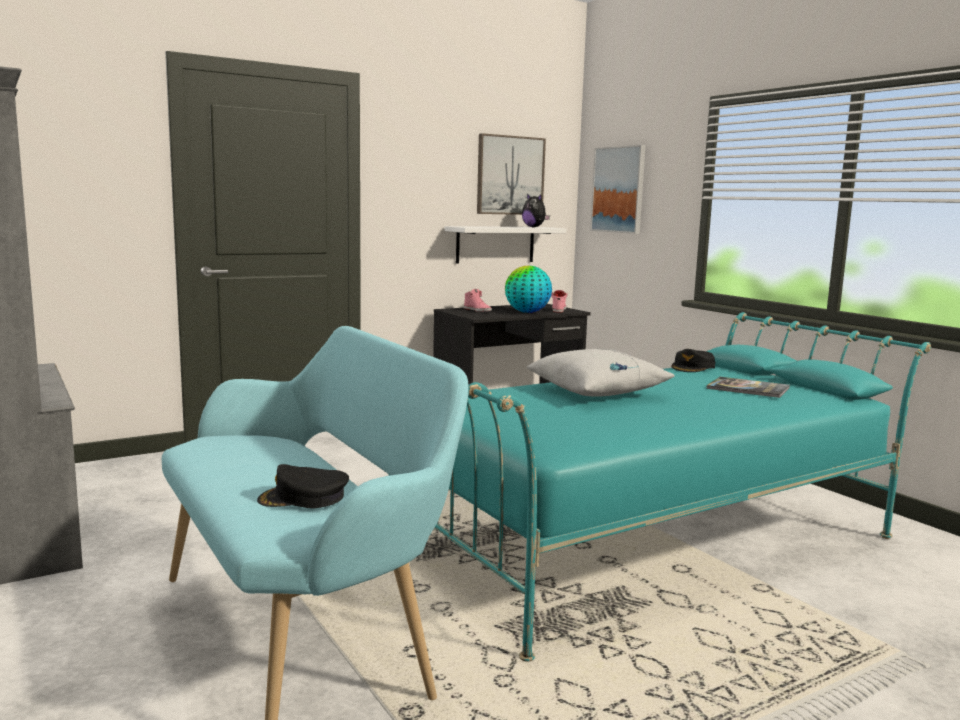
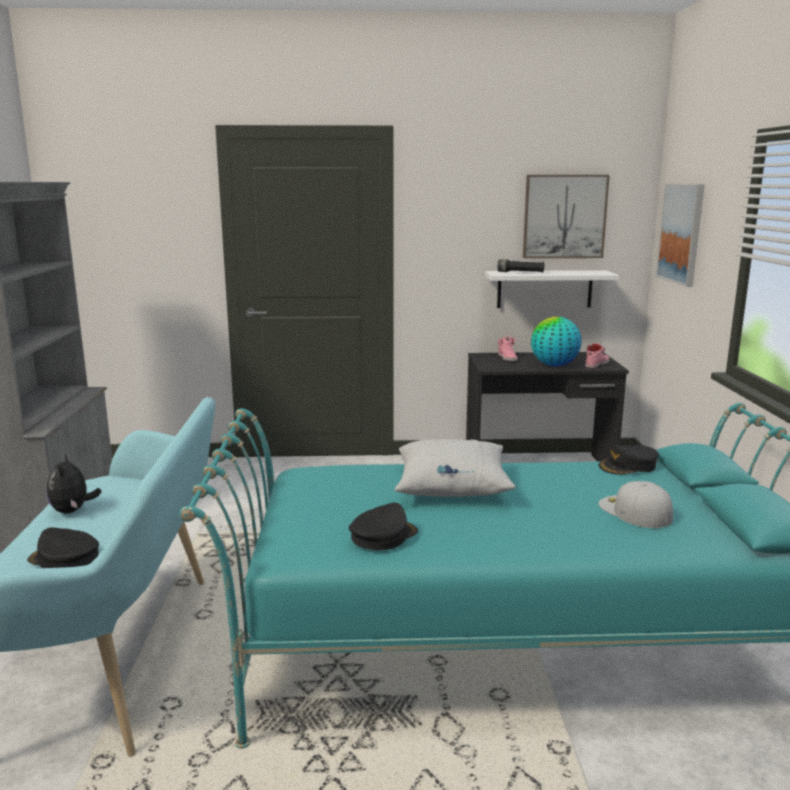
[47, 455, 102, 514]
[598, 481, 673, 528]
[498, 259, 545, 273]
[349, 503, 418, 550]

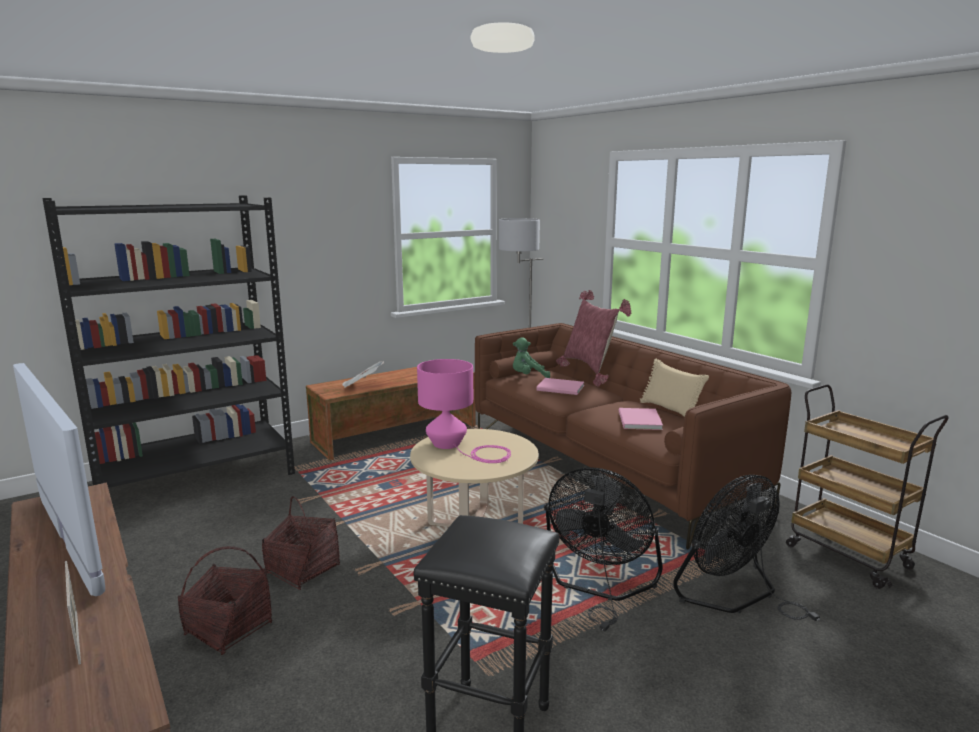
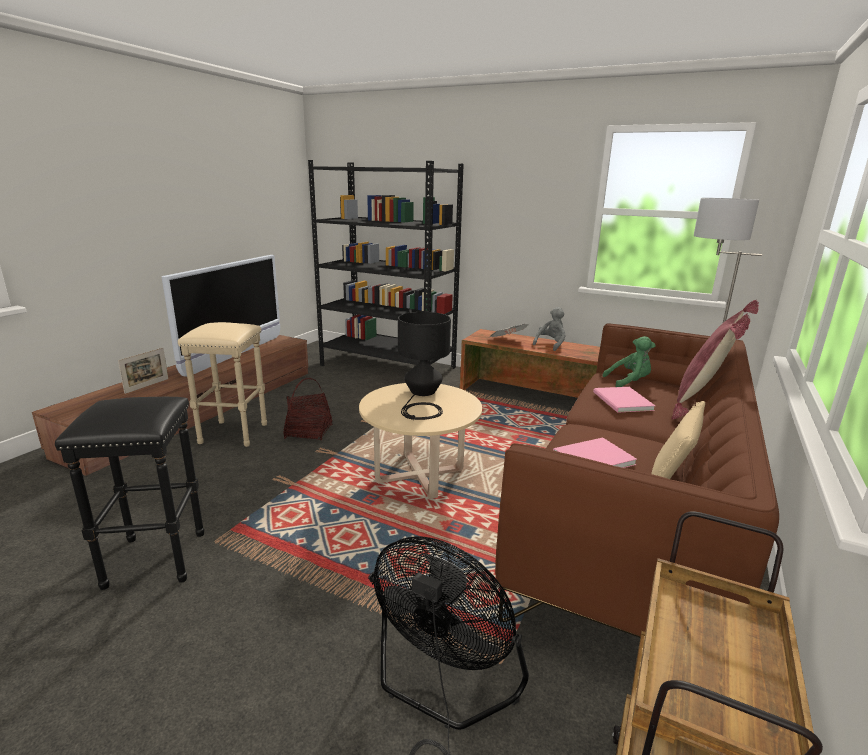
[602, 336, 655, 387]
[398, 312, 451, 420]
[544, 468, 663, 631] (first image)
[178, 322, 267, 447]
[533, 307, 566, 351]

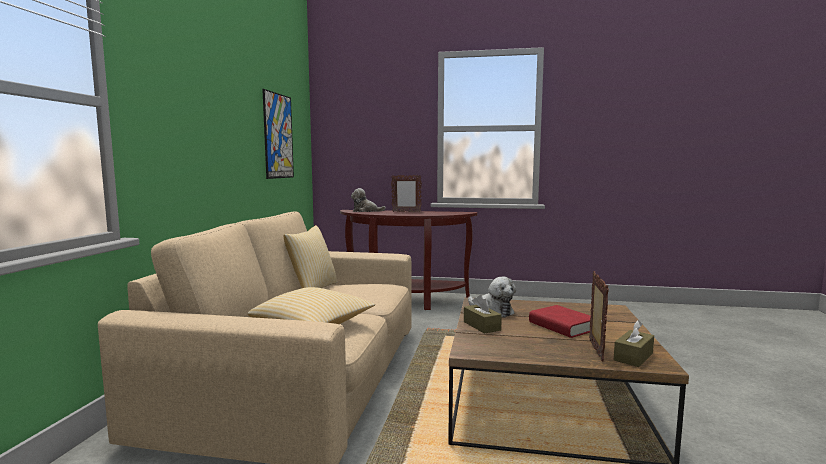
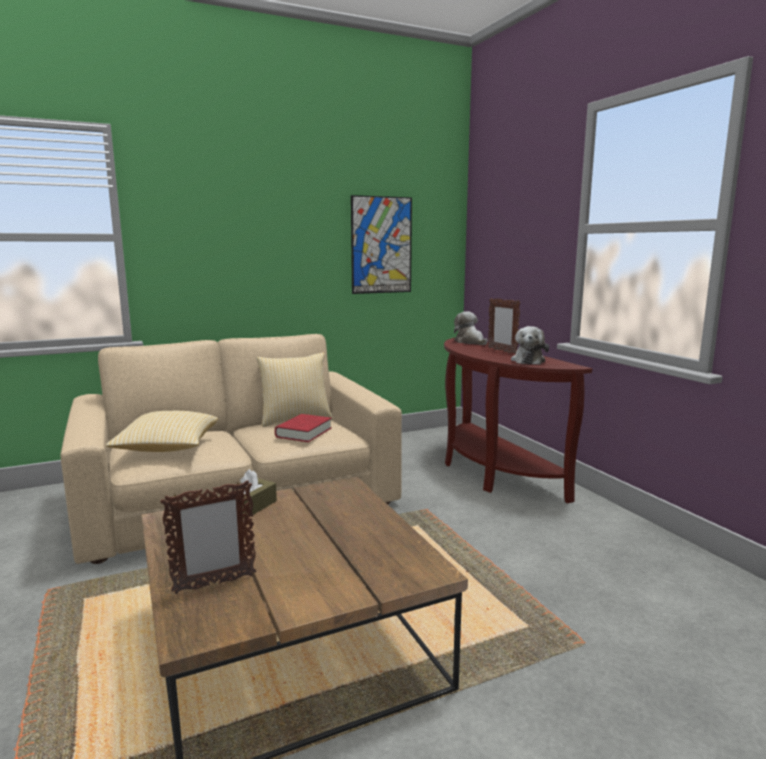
[511, 326, 549, 365]
[275, 414, 332, 442]
[614, 320, 654, 367] (first image)

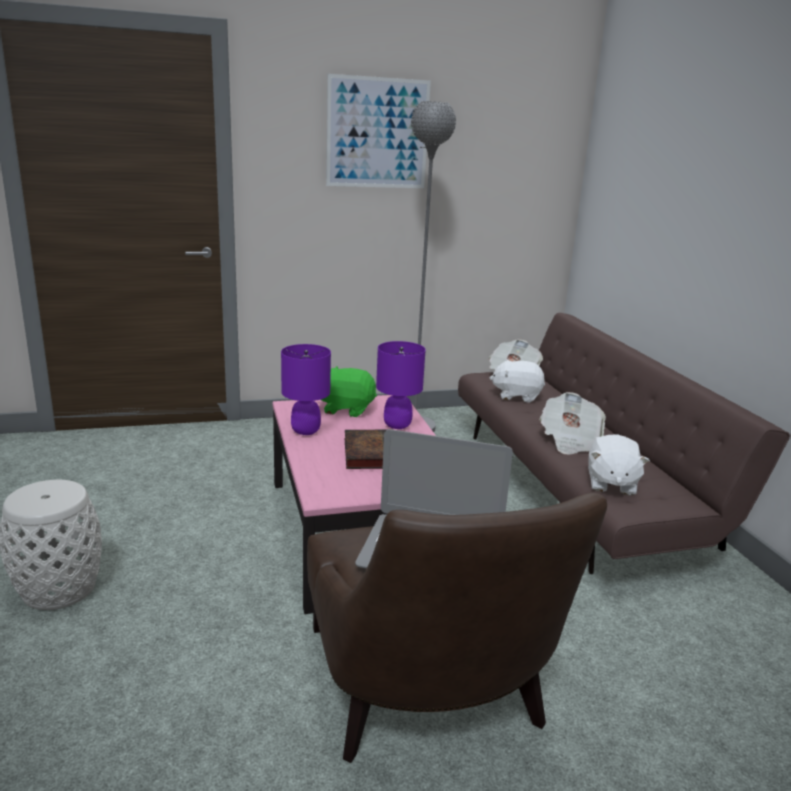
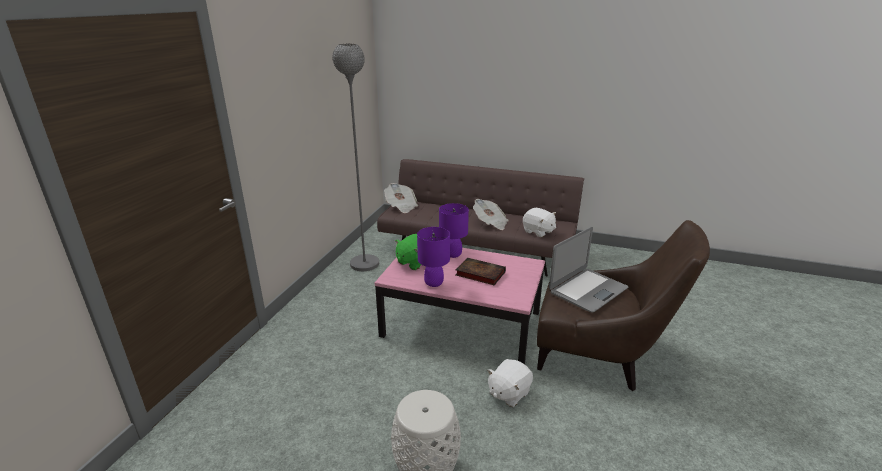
[326, 74, 431, 188] (first image)
[487, 359, 533, 407]

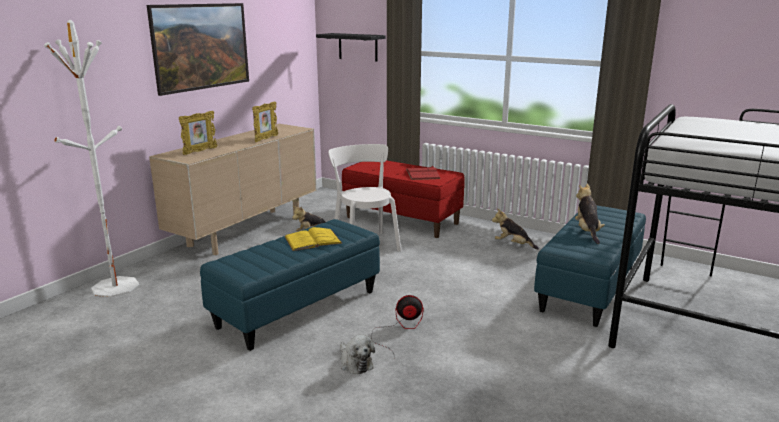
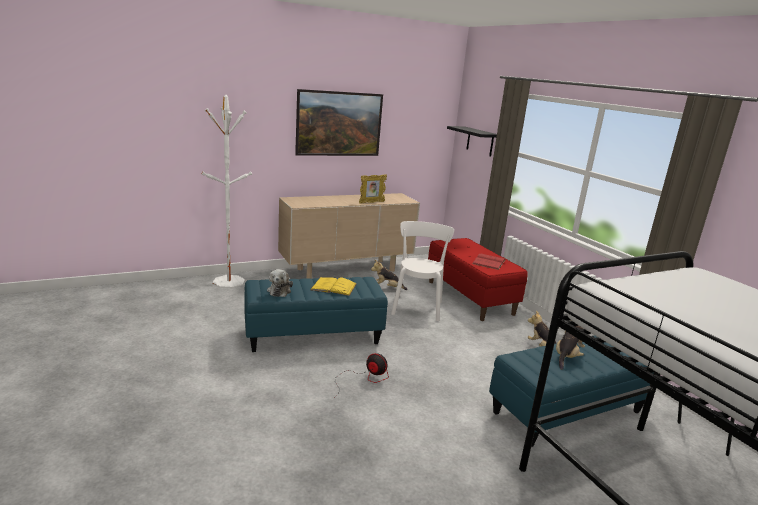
[179, 111, 217, 155] (first image)
[267, 269, 293, 297]

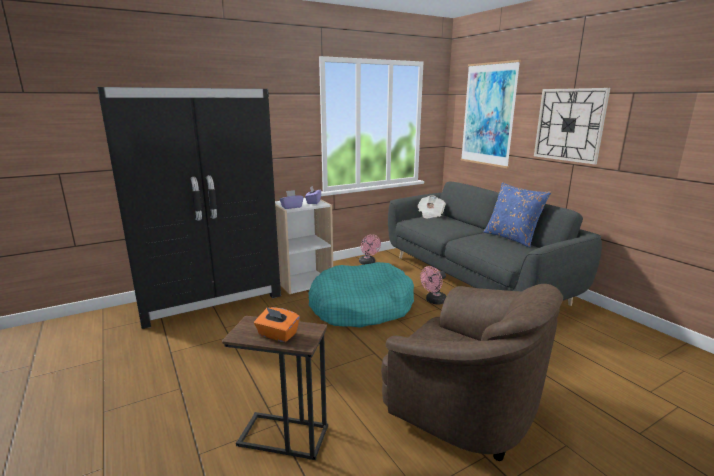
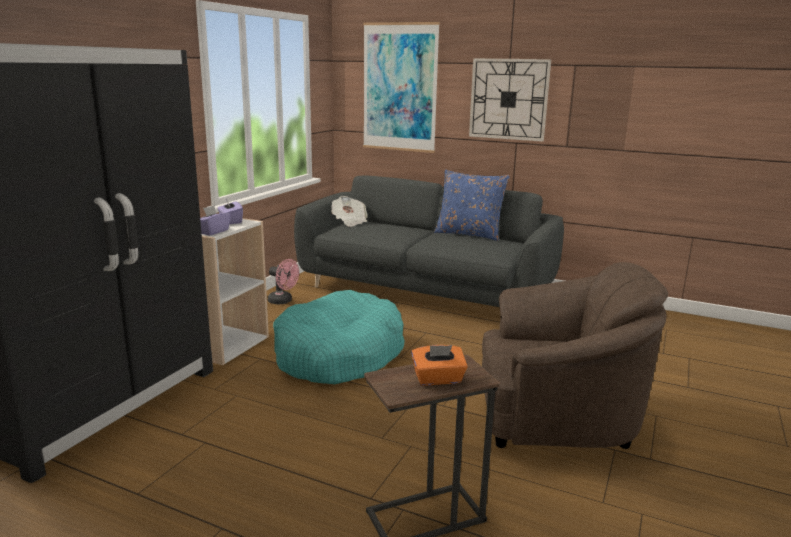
[420, 266, 446, 304] (first image)

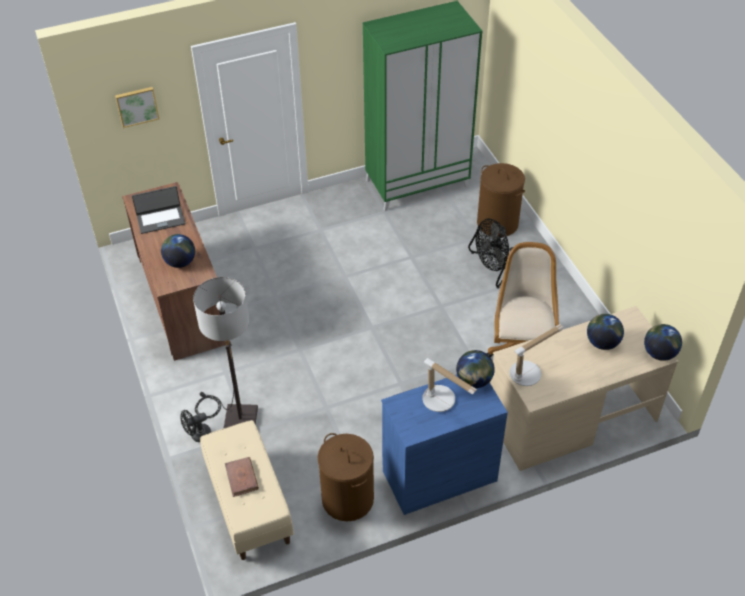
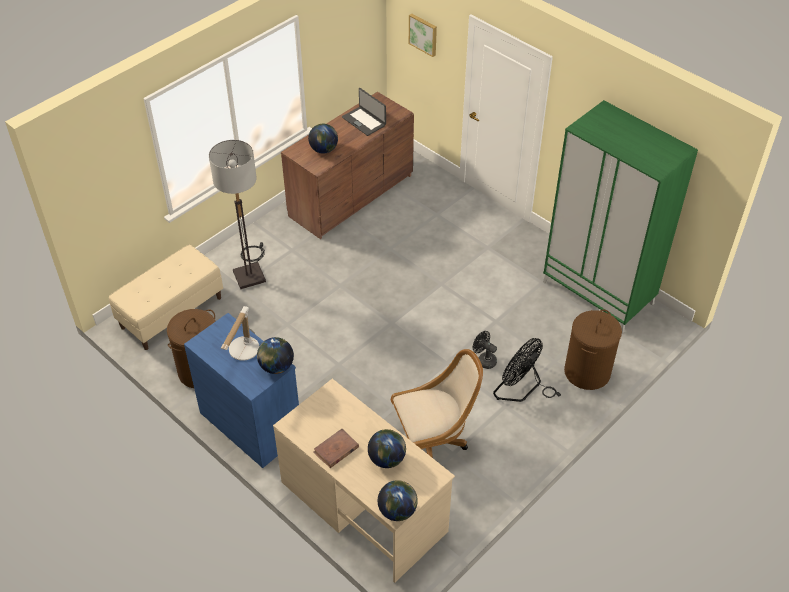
[510, 324, 564, 386] (first image)
[473, 331, 497, 369]
[313, 429, 359, 468]

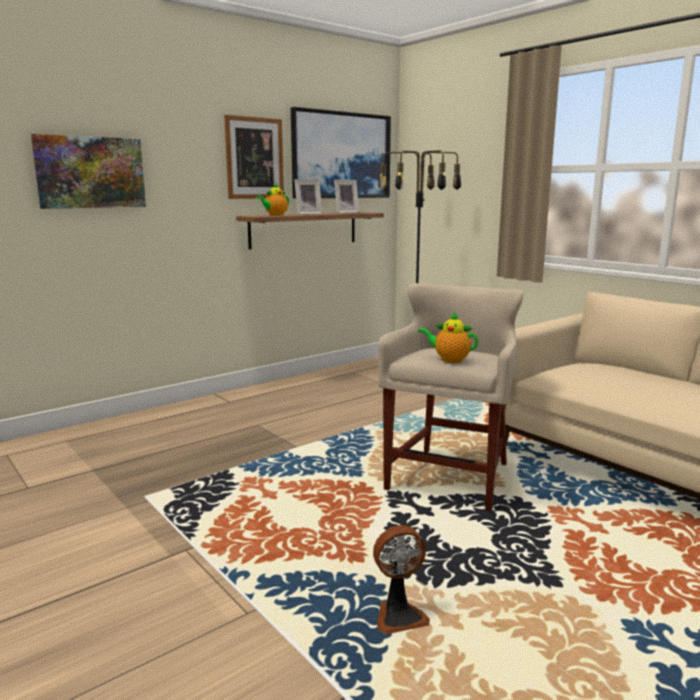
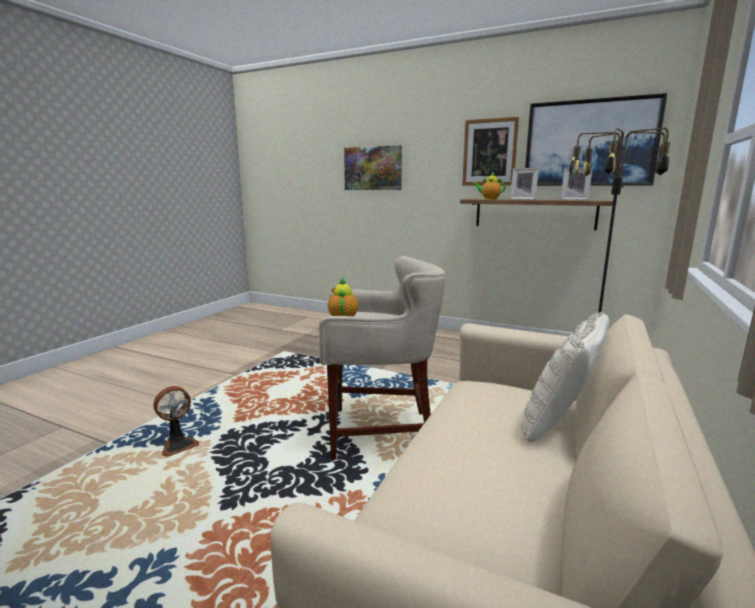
[153, 386, 199, 457]
[521, 312, 609, 442]

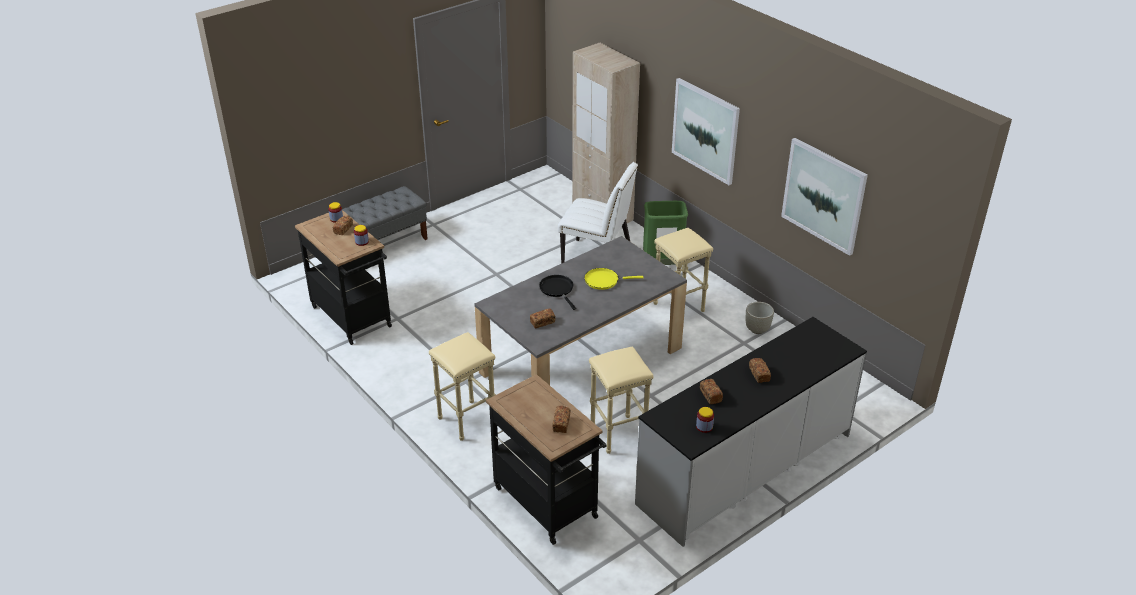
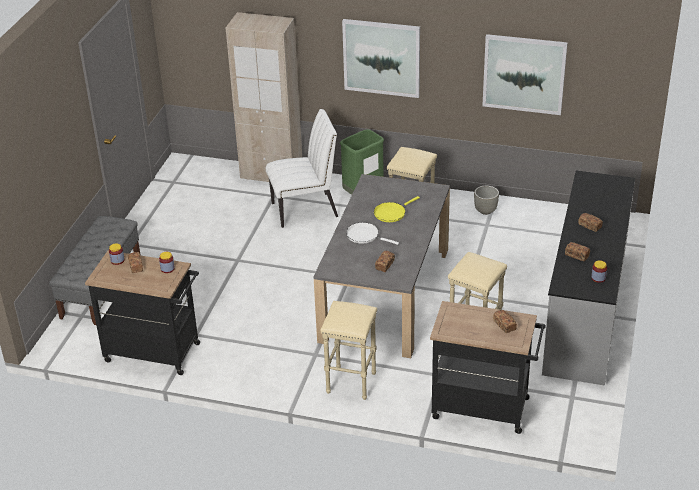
[346, 223, 399, 245]

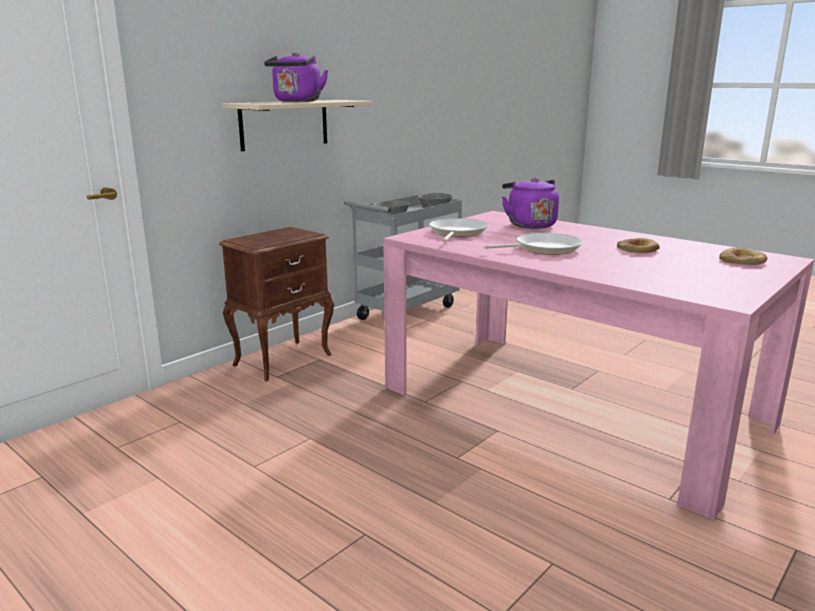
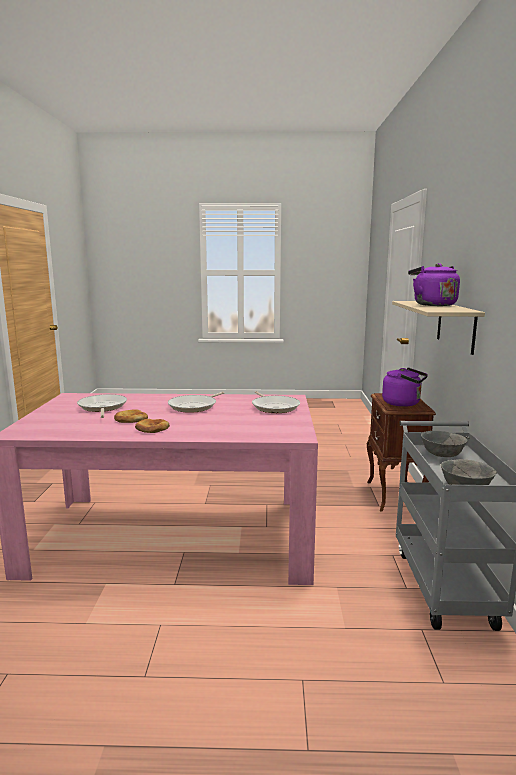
[382, 368, 428, 407]
[135, 419, 170, 433]
[77, 394, 127, 418]

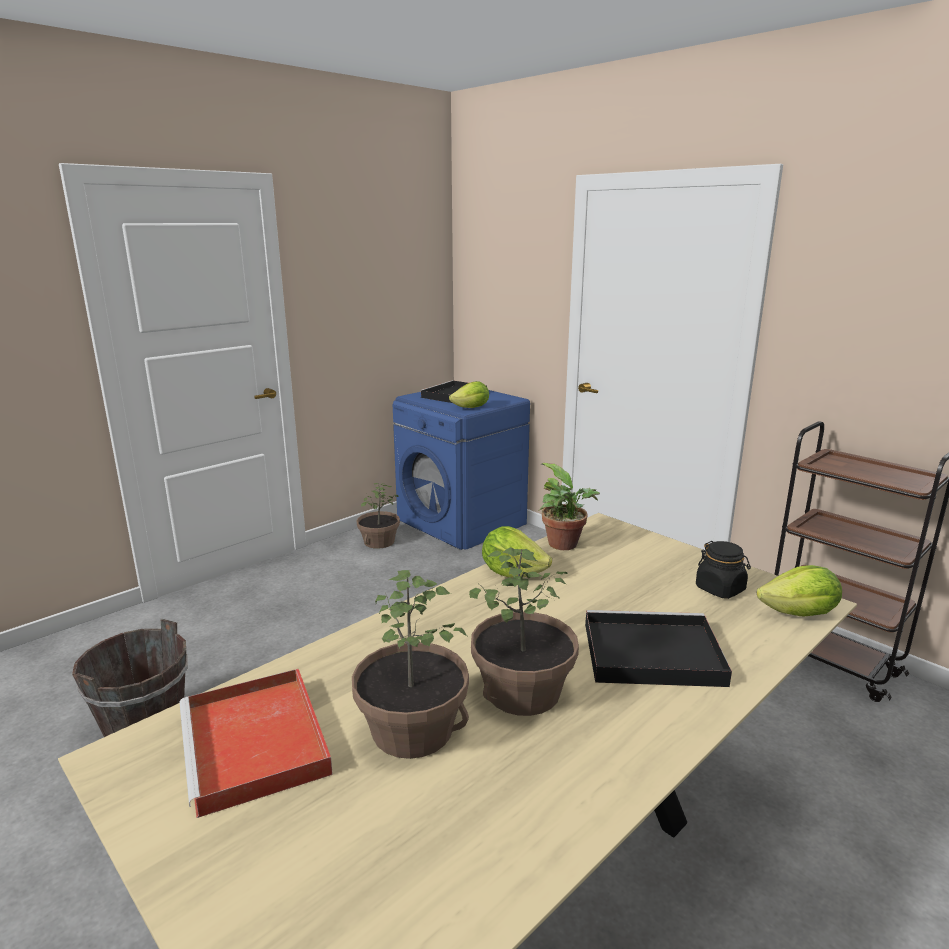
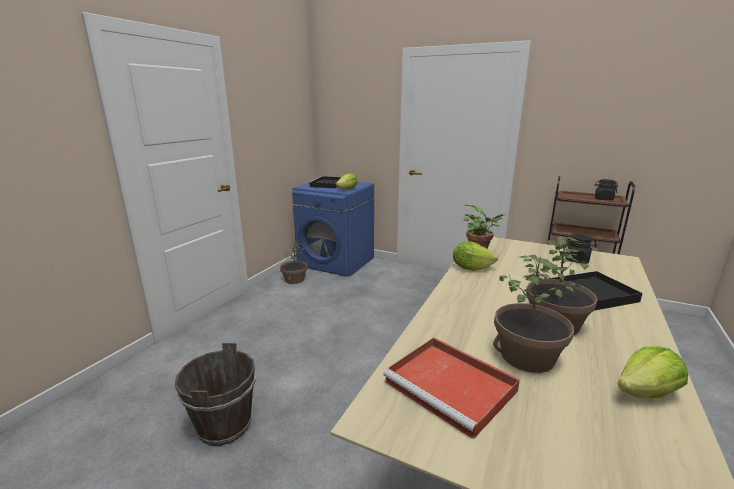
[618, 346, 688, 398]
[594, 179, 618, 200]

